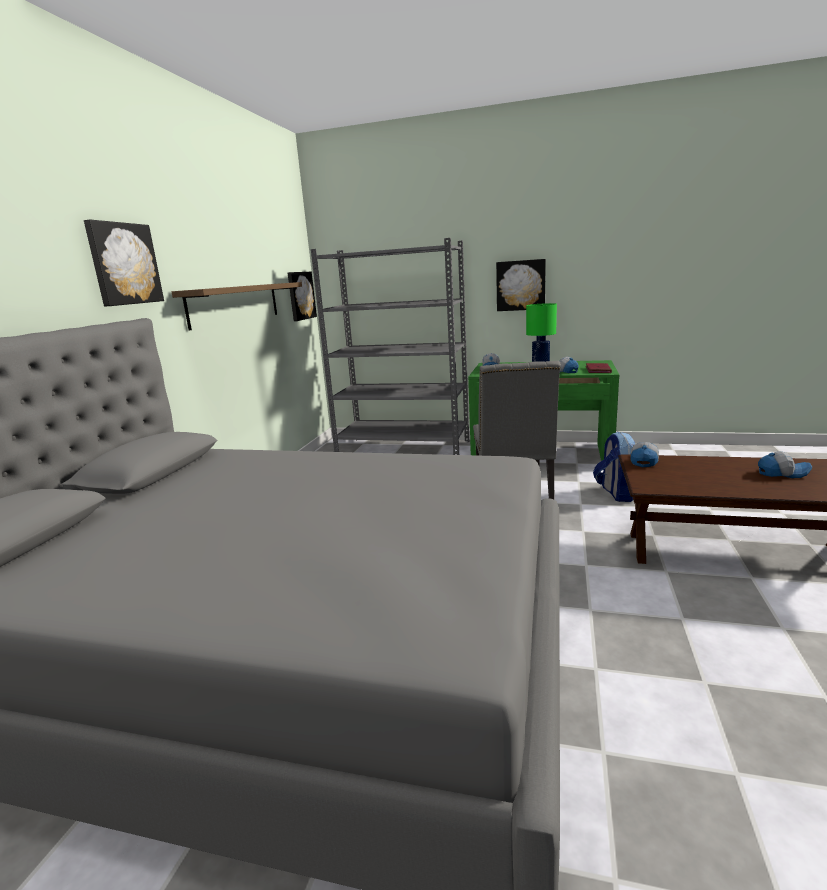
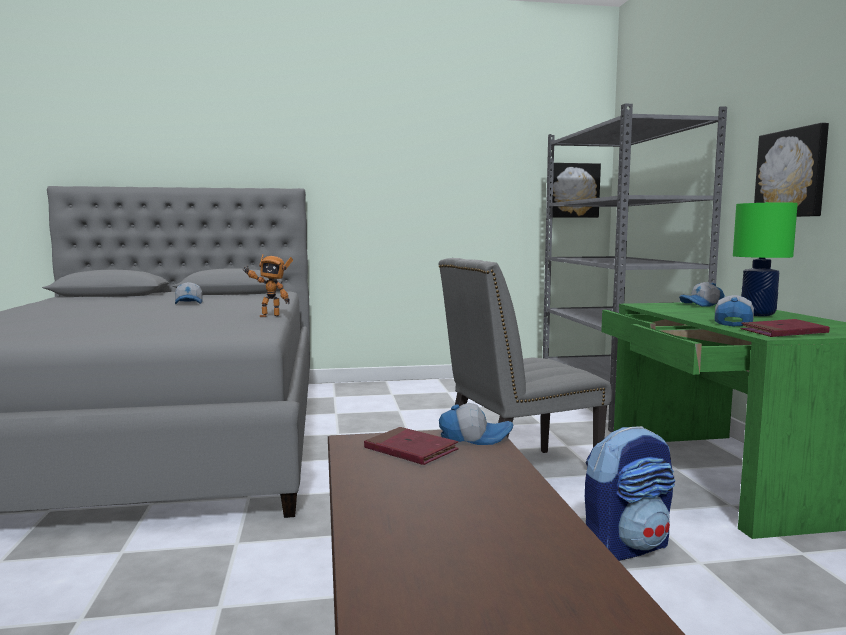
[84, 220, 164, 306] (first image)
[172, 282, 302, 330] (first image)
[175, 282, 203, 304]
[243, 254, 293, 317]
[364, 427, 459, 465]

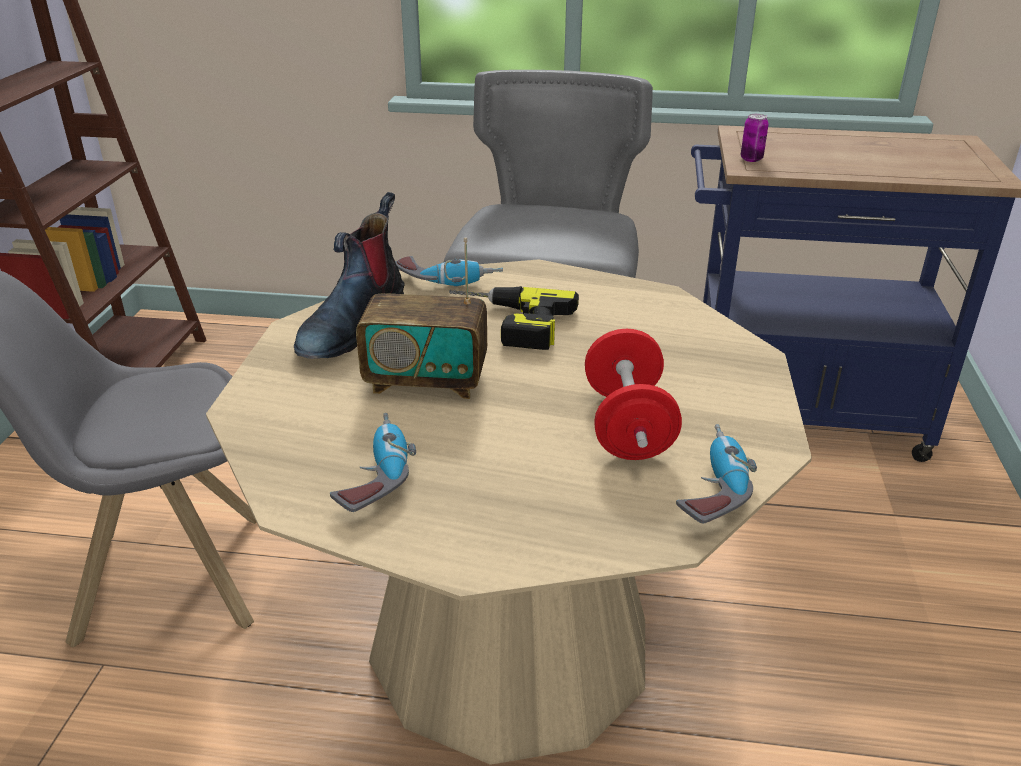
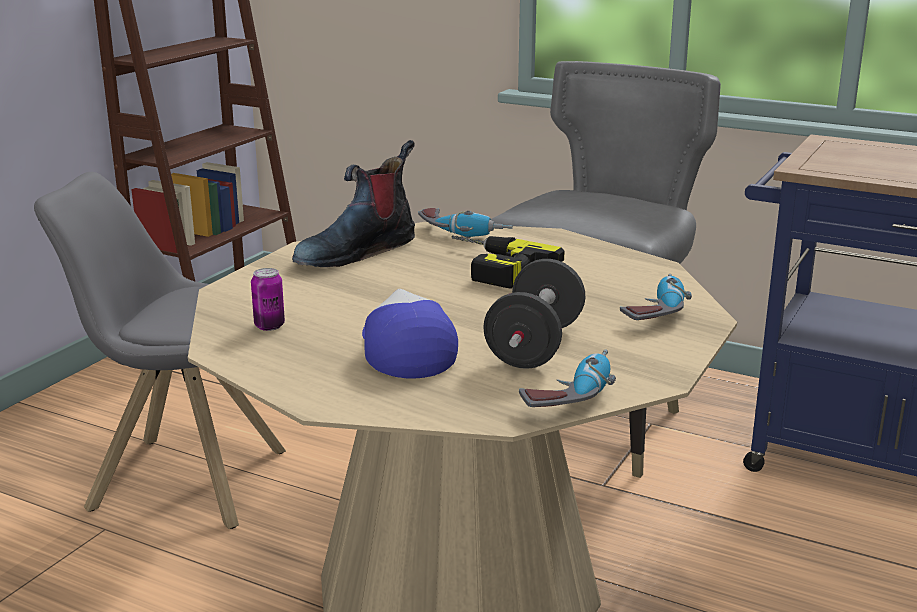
[251, 268, 285, 331]
[356, 237, 487, 399] (first image)
[483, 259, 585, 369]
[620, 274, 692, 320]
[362, 289, 458, 379]

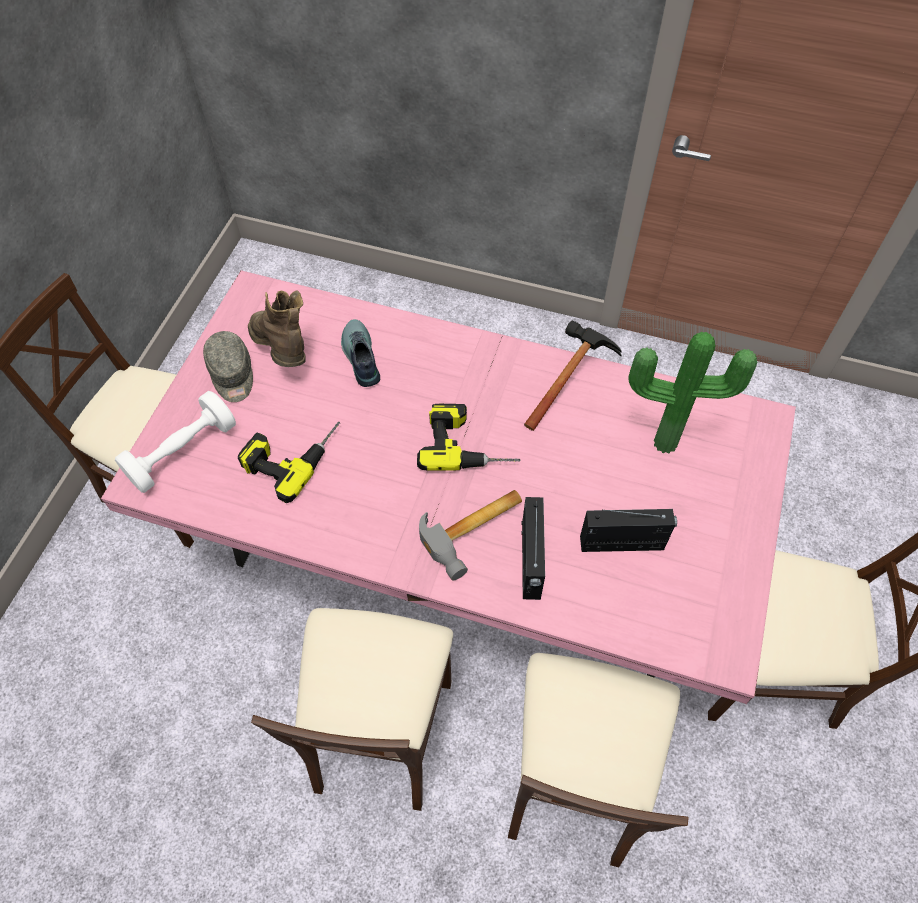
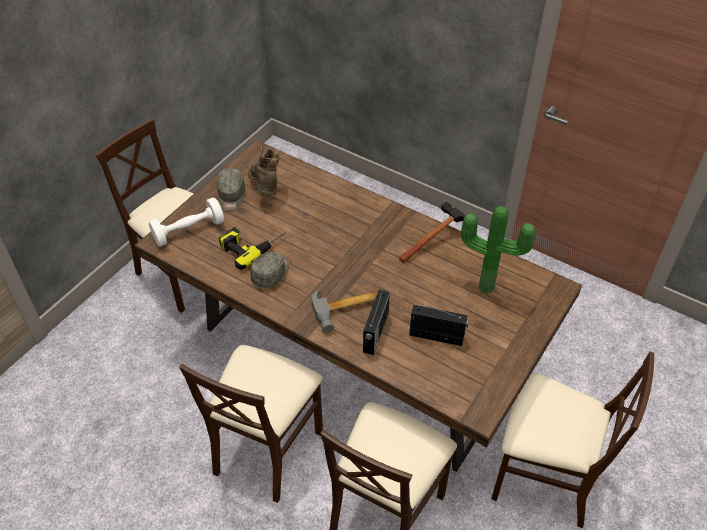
[135, 140, 582, 472]
[341, 319, 380, 387] (first image)
[417, 404, 520, 471] (first image)
[250, 252, 289, 288]

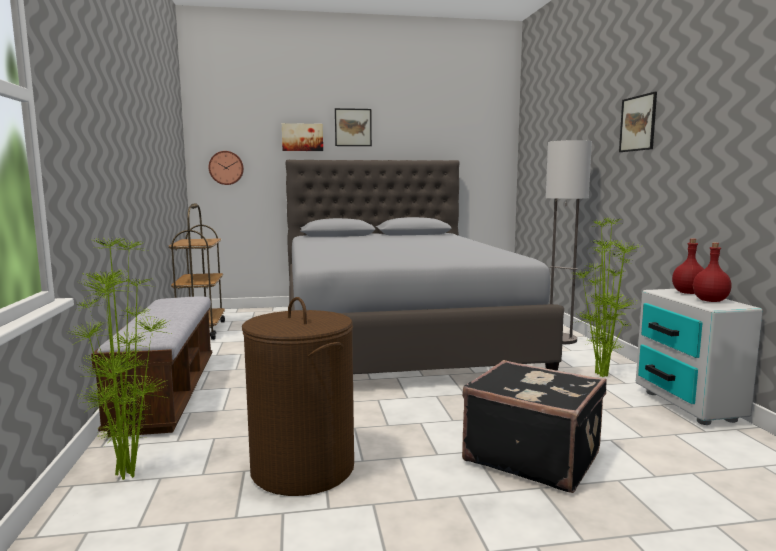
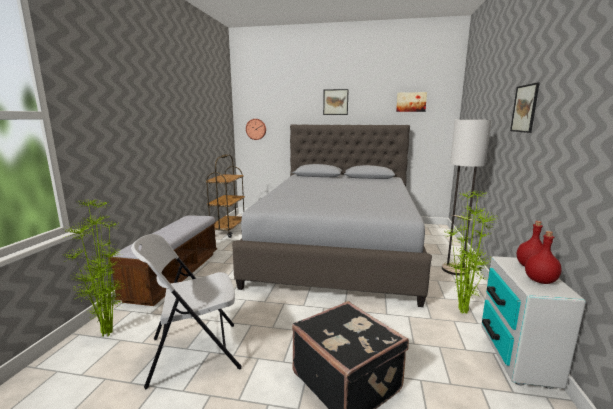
[396, 92, 427, 112]
[131, 234, 241, 390]

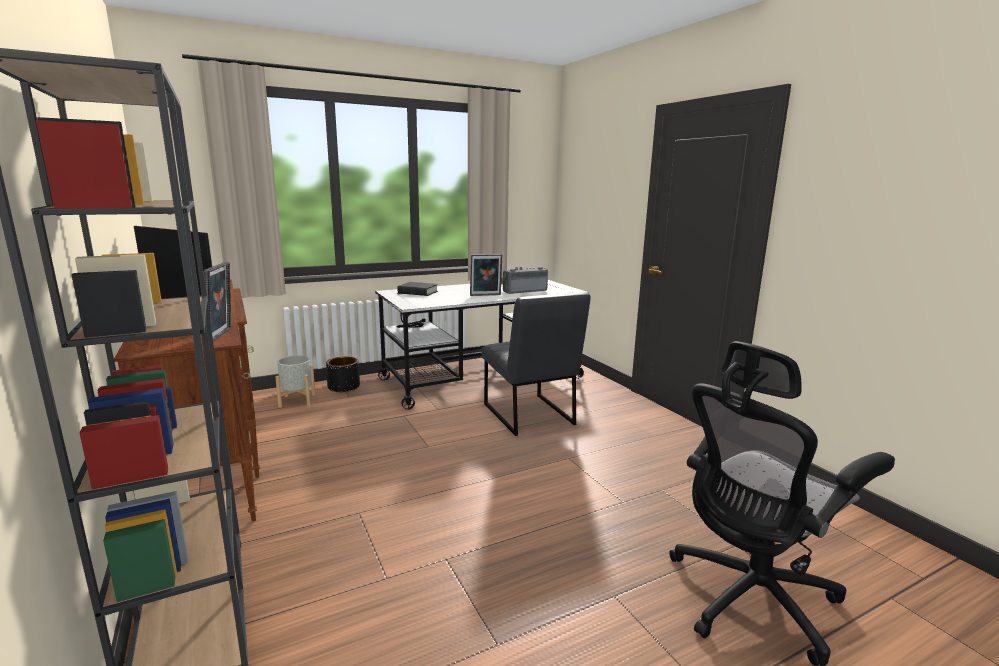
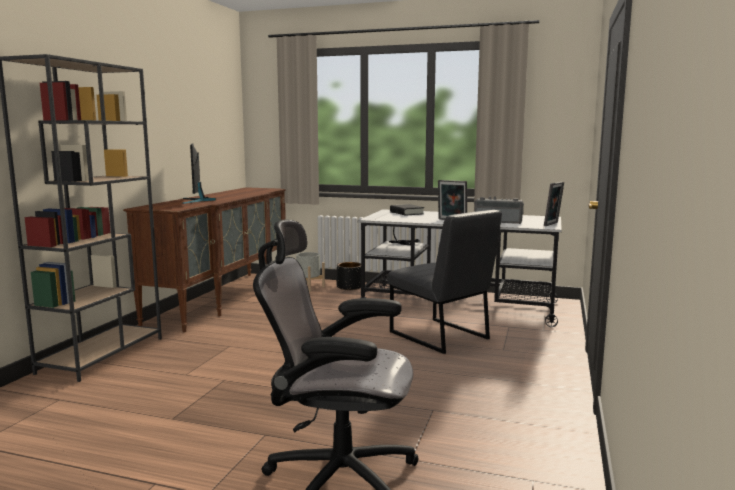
[544, 182, 564, 226]
[387, 210, 502, 354]

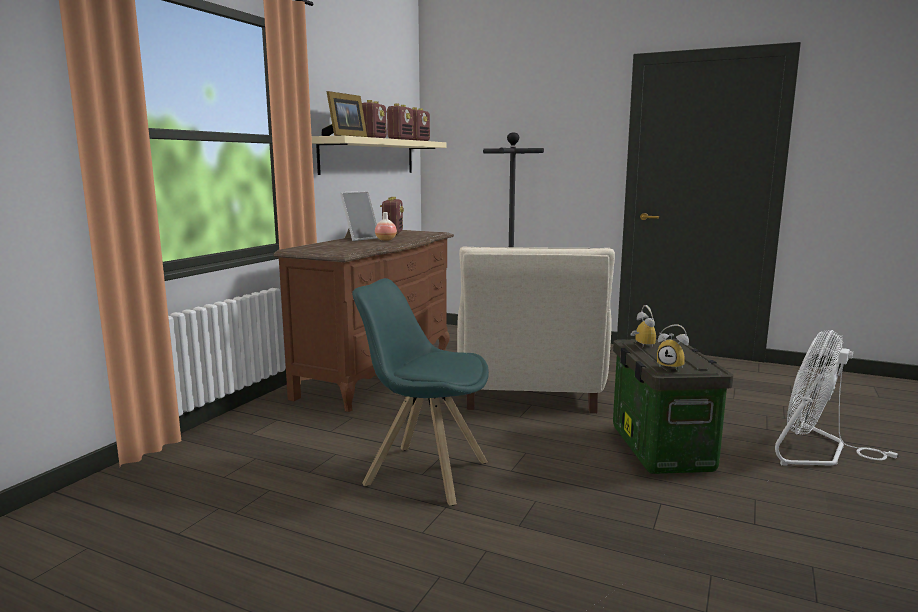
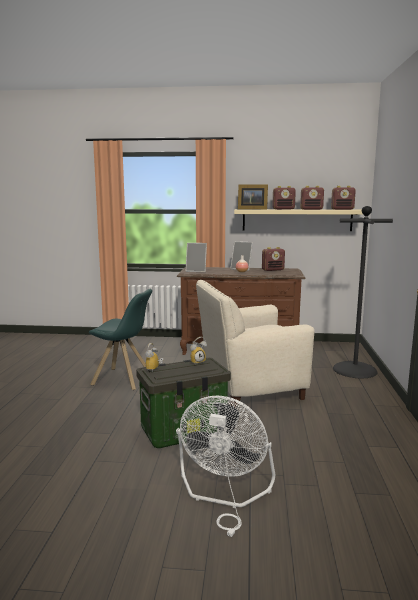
[89, 289, 152, 390]
[186, 243, 207, 272]

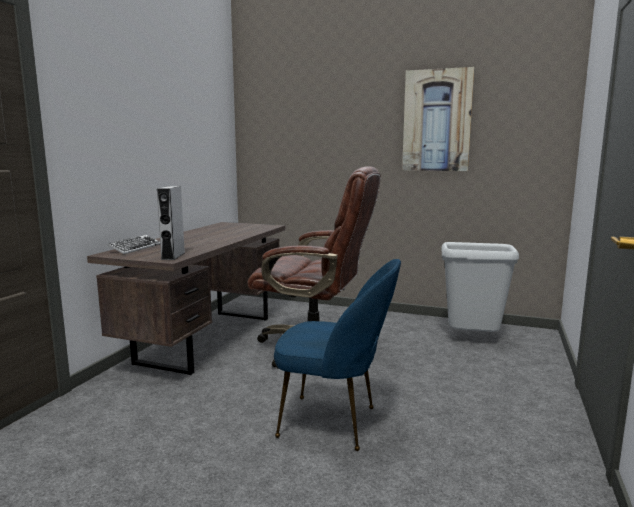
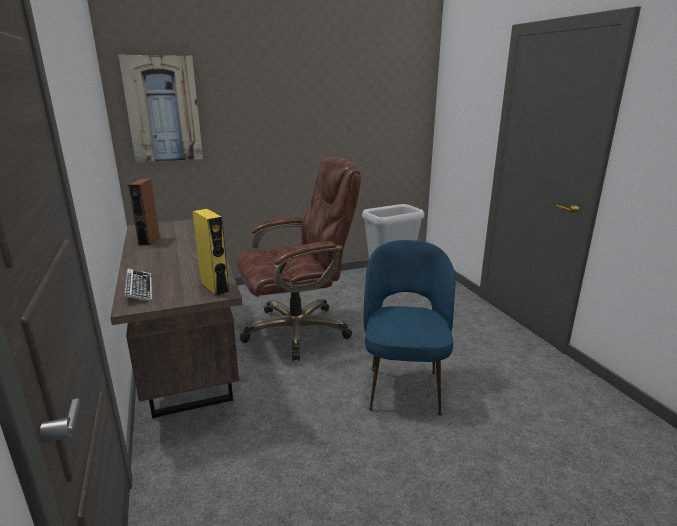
[118, 55, 203, 163]
[193, 209, 230, 296]
[363, 240, 455, 415]
[128, 179, 160, 246]

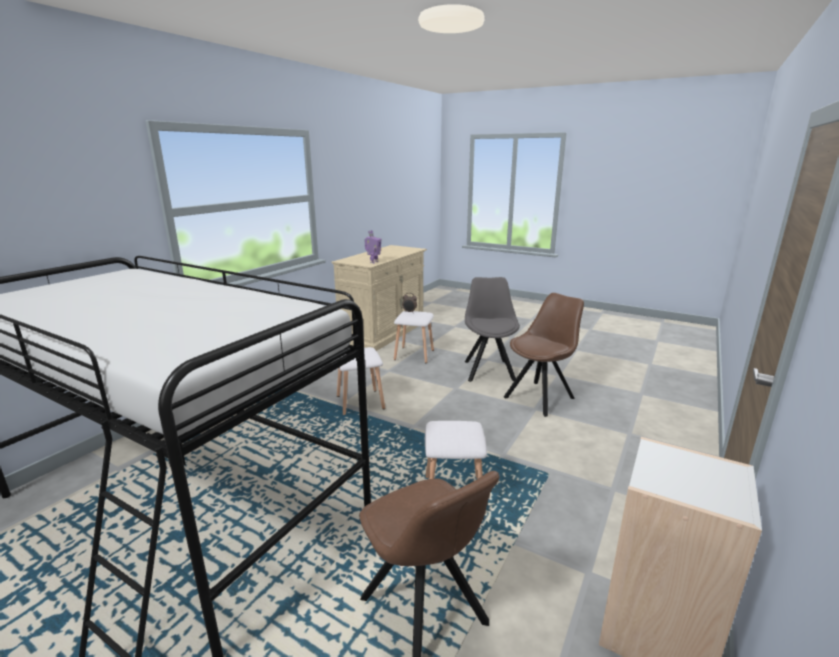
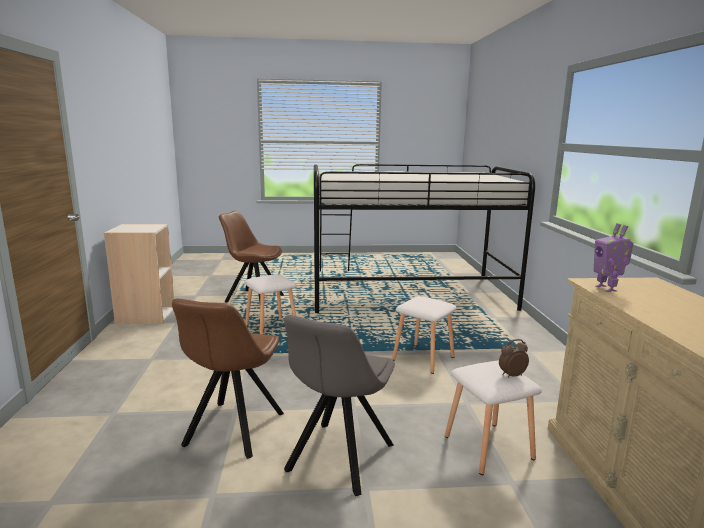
[284, 315, 395, 496]

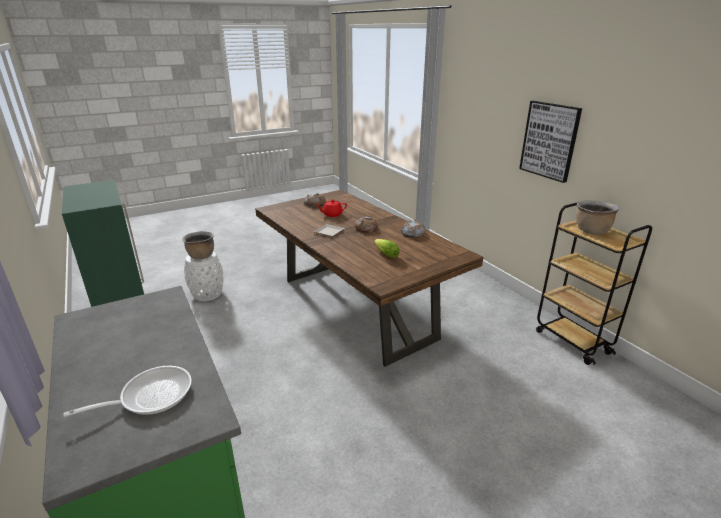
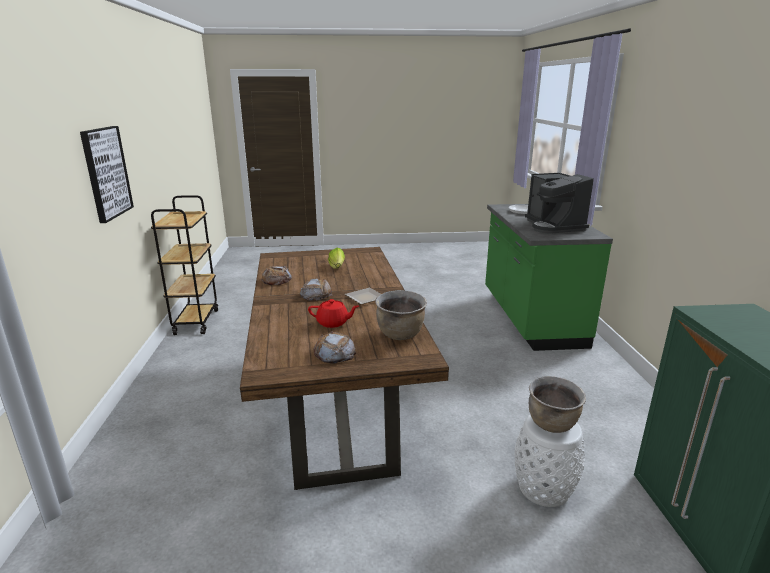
[375, 290, 427, 340]
[525, 173, 594, 233]

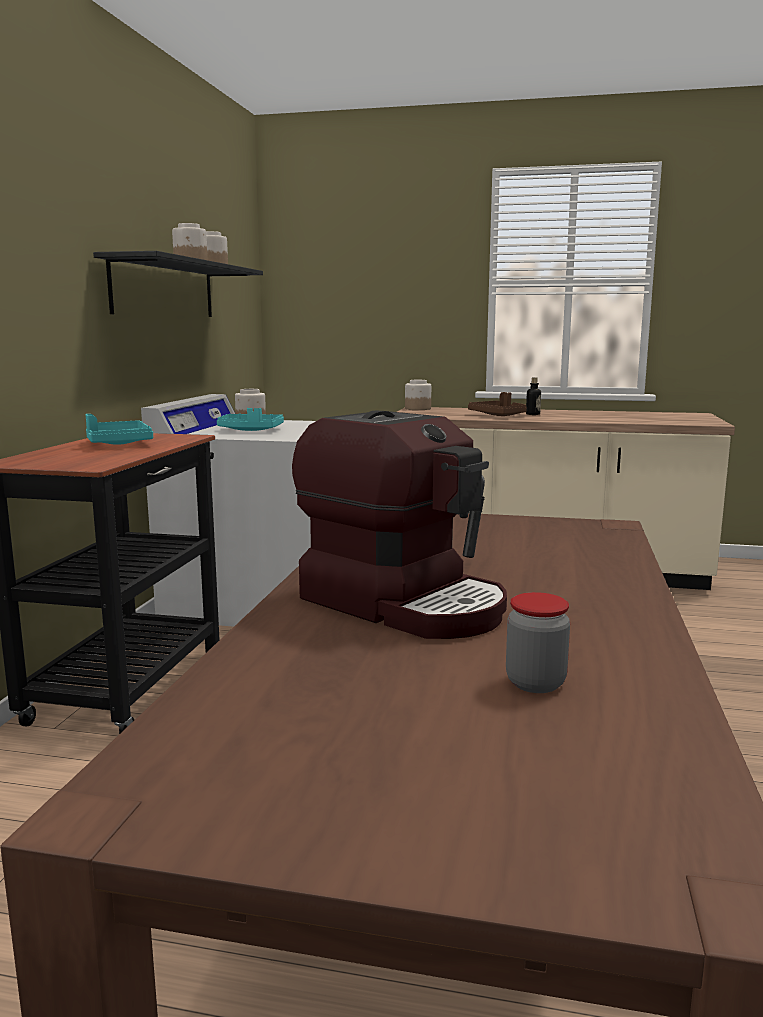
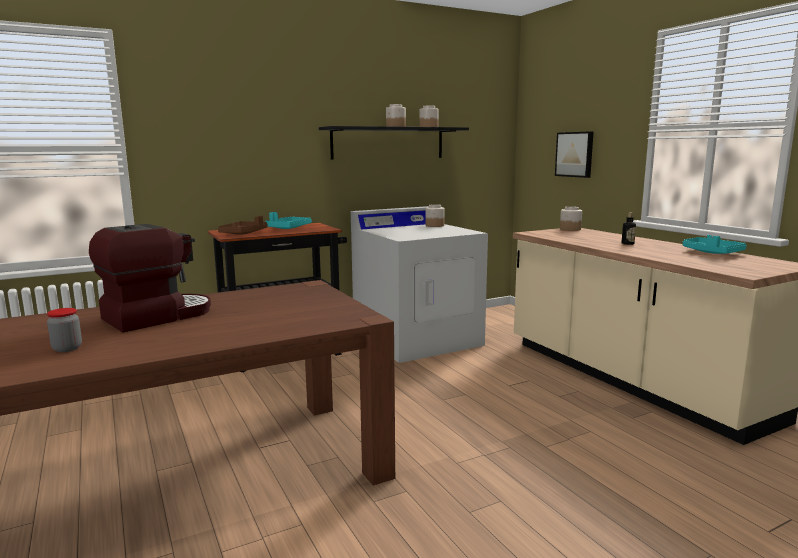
[218, 216, 267, 235]
[683, 235, 746, 254]
[89, 224, 211, 333]
[555, 131, 593, 178]

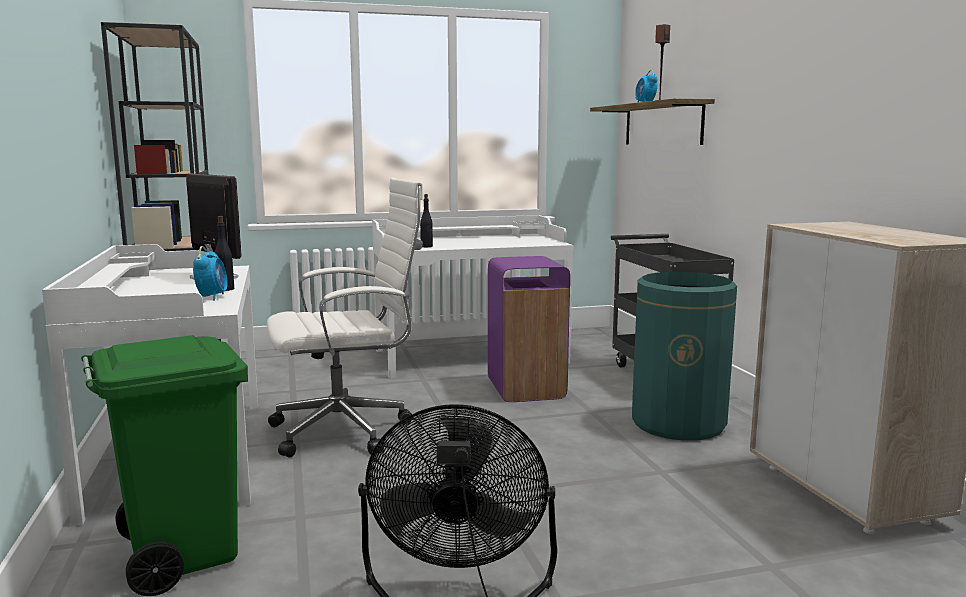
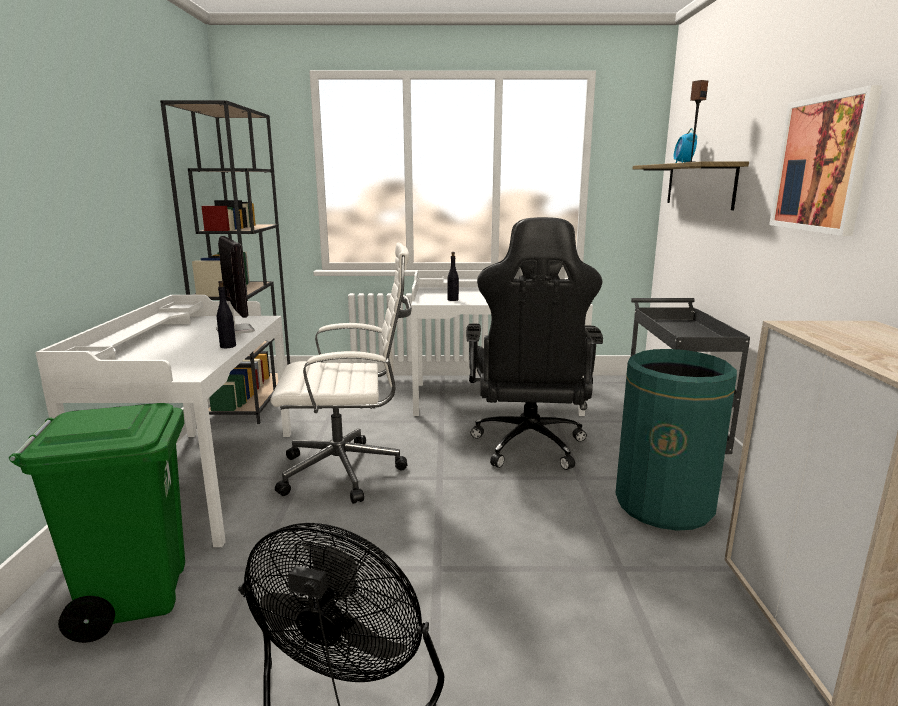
[193, 246, 228, 300] (first image)
[466, 217, 603, 470]
[769, 85, 882, 236]

